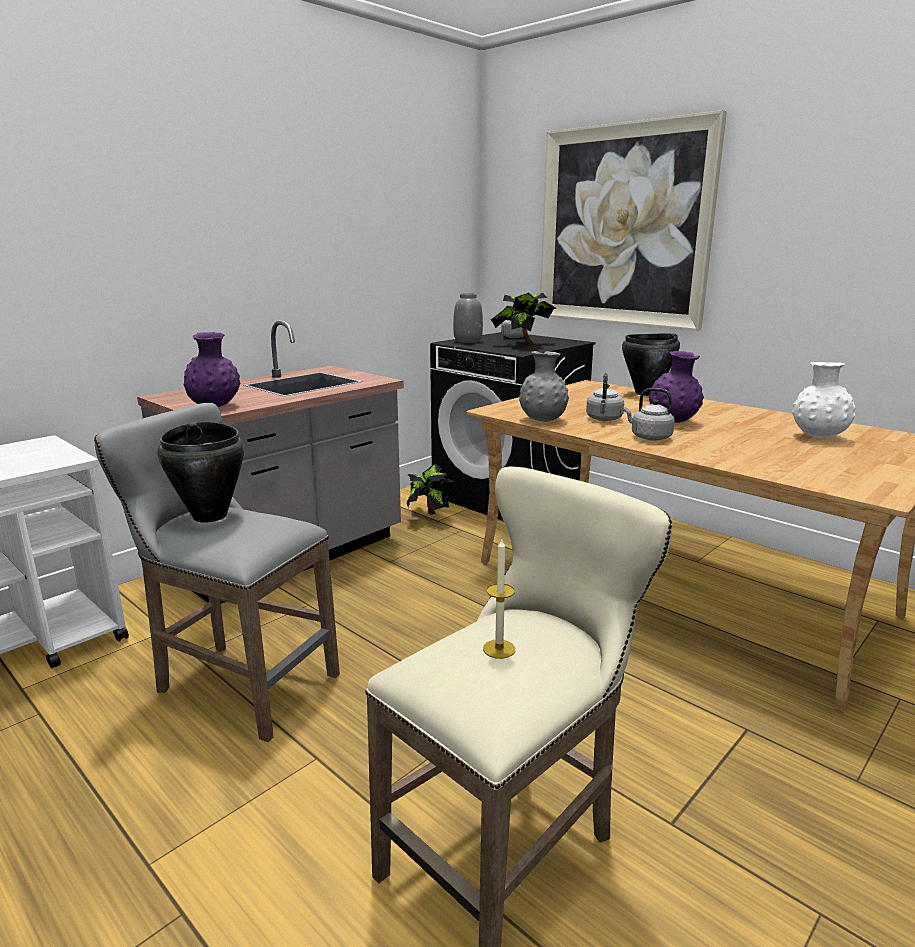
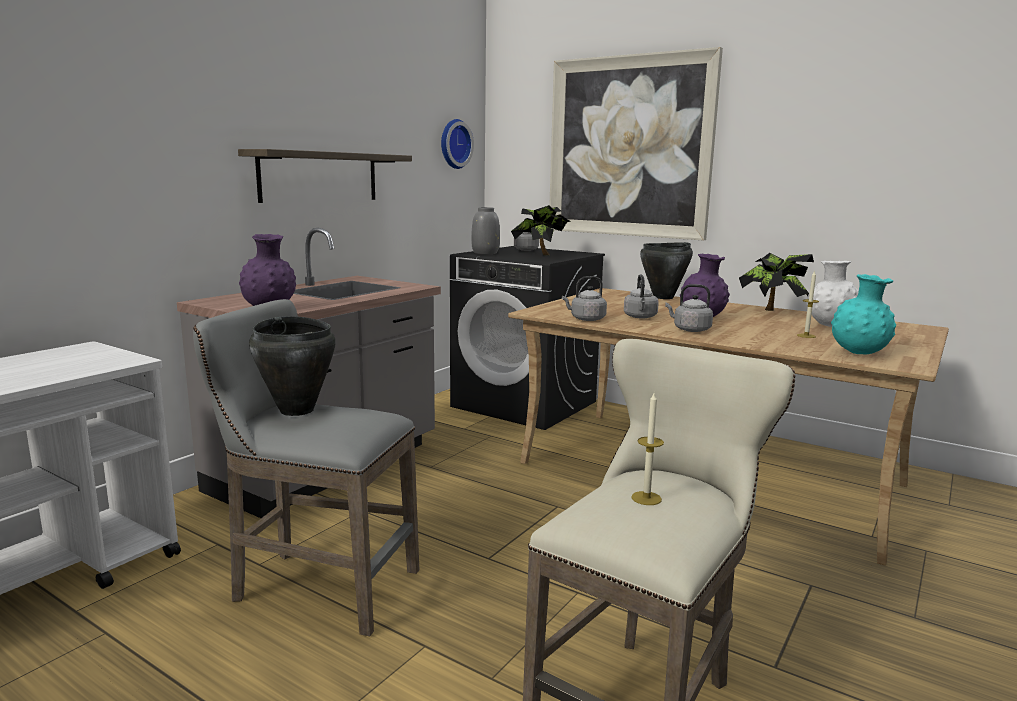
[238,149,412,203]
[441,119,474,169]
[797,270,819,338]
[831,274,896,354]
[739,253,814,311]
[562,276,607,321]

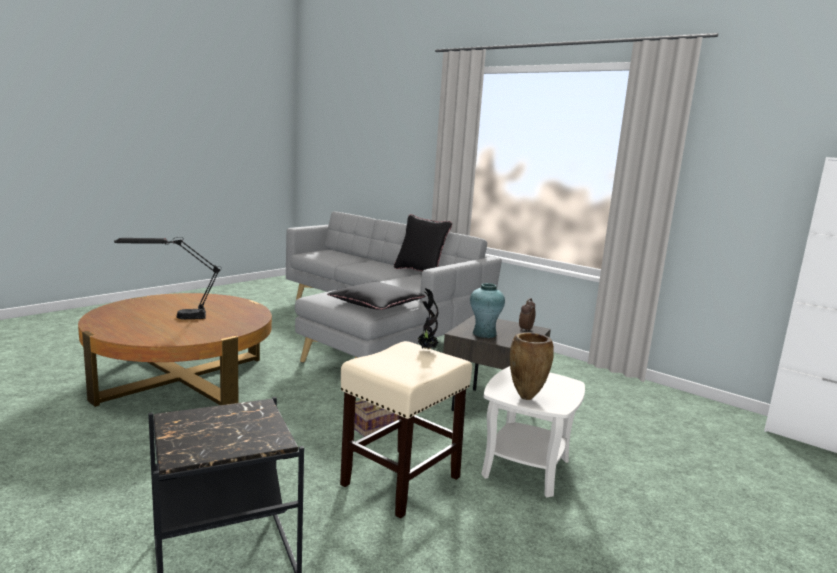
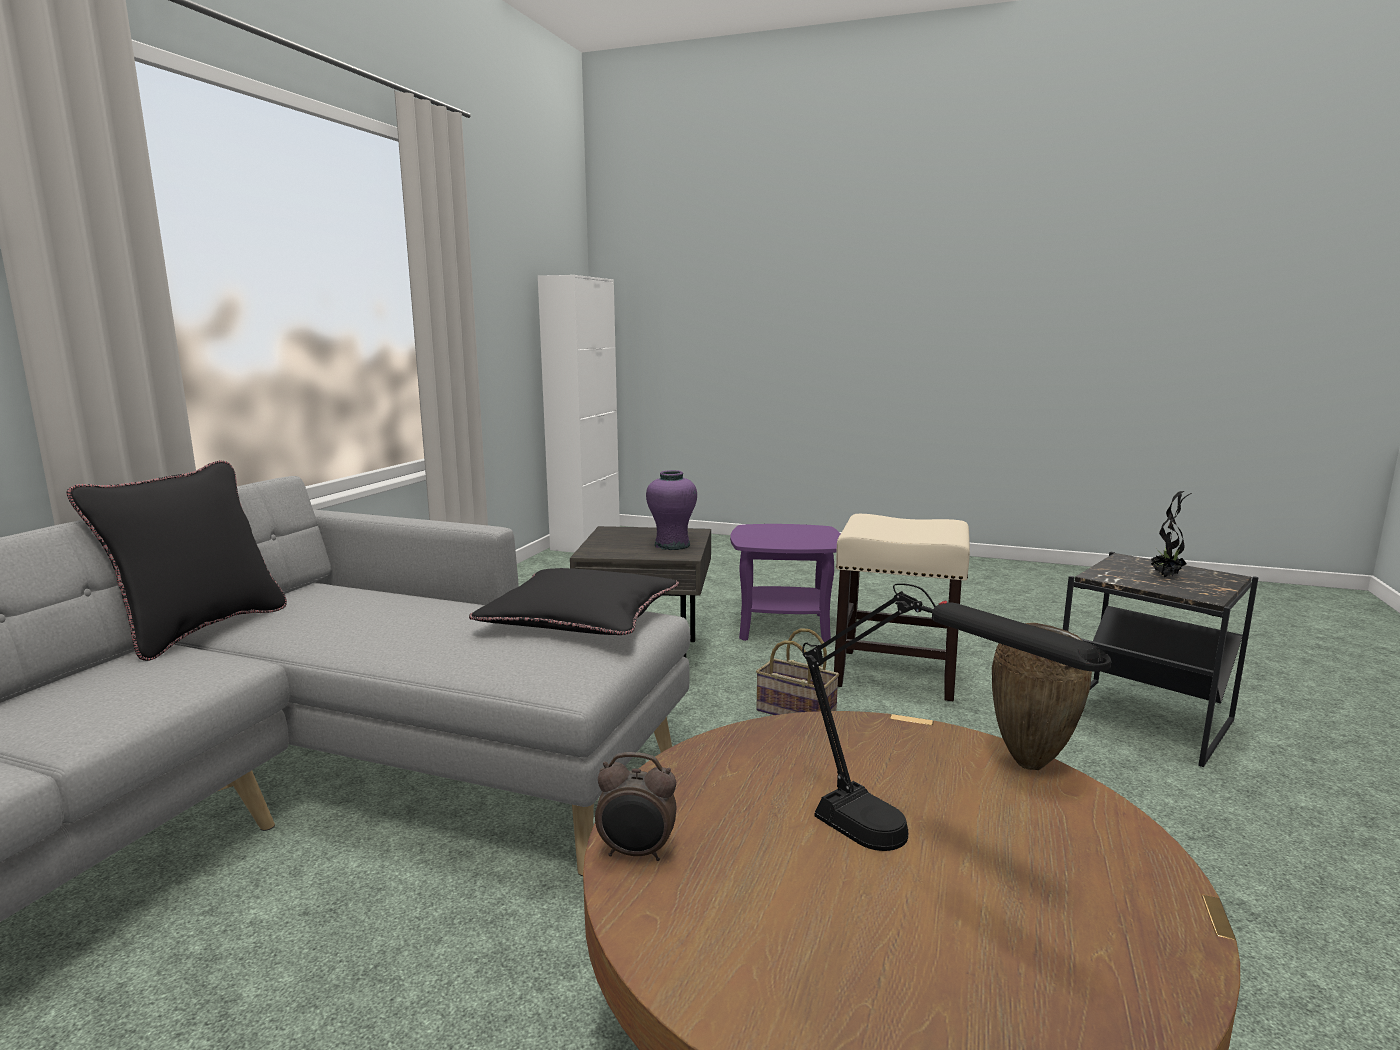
[1151,491,1192,578]
[992,623,1092,770]
[595,752,676,861]
[646,470,697,550]
[730,524,841,643]

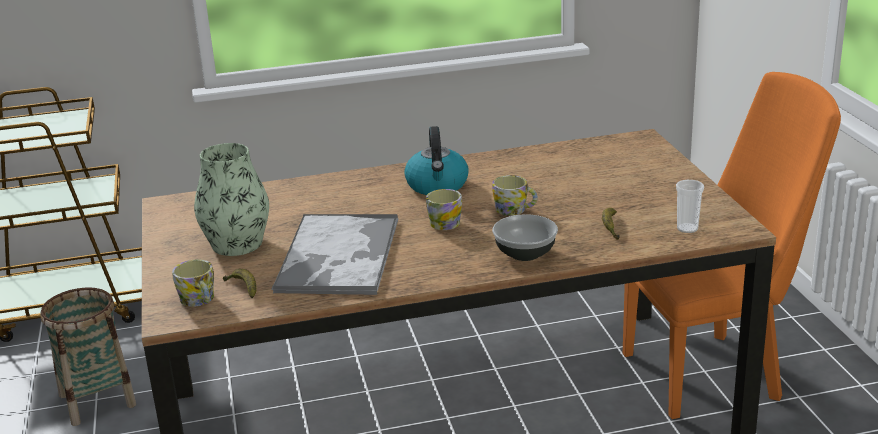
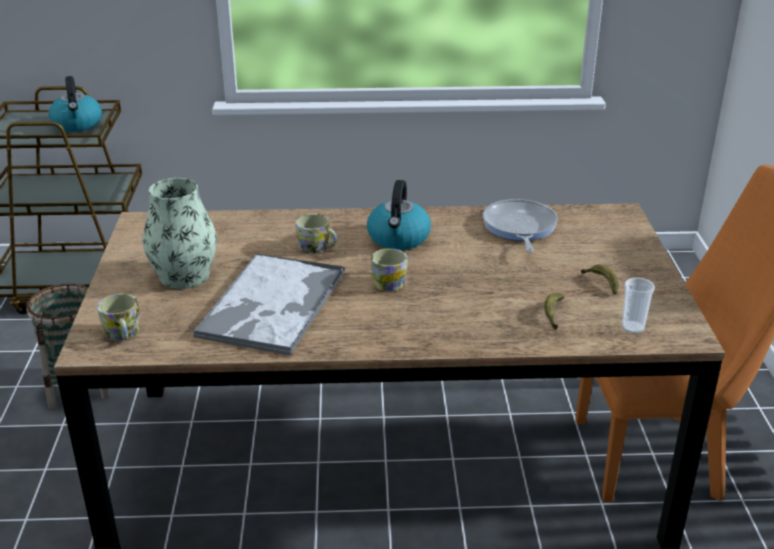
[492,214,558,261] (first image)
[48,76,102,132]
[483,199,558,252]
[581,265,619,295]
[296,214,337,253]

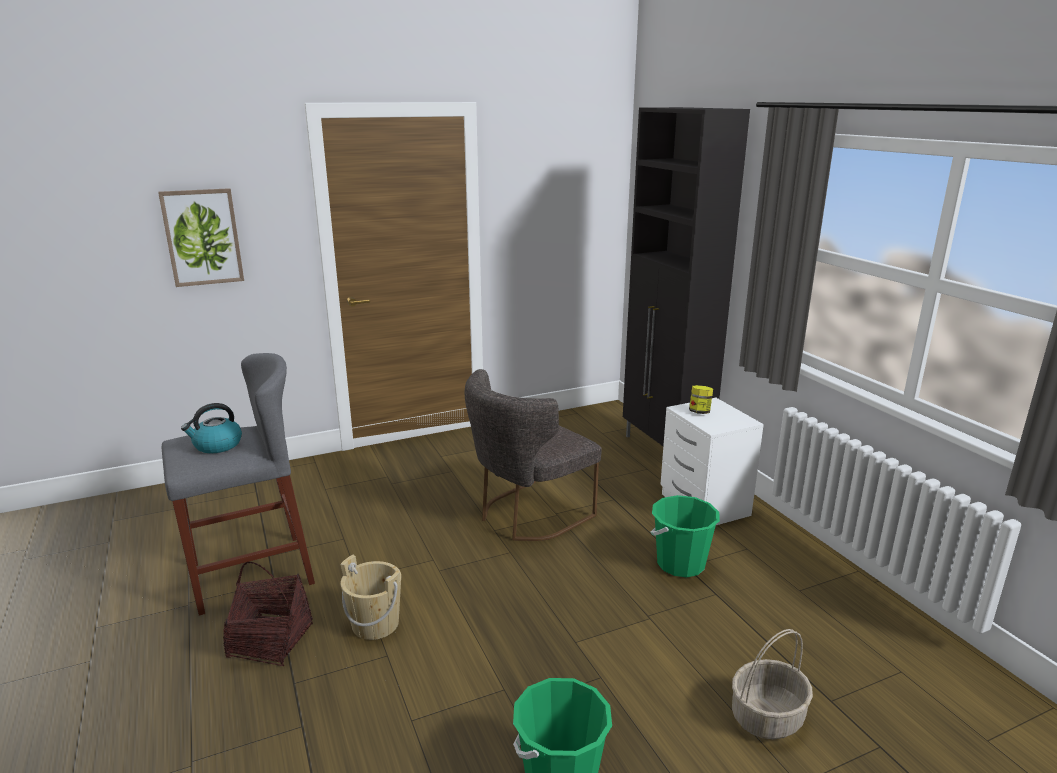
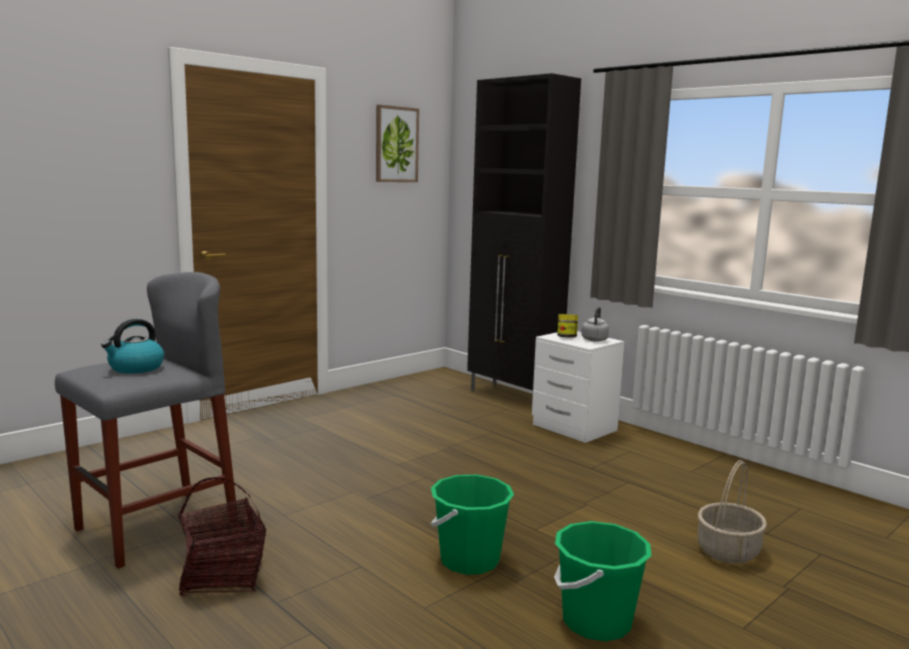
[340,555,401,640] (first image)
[465,369,602,541] (first image)
[581,307,609,342]
[376,105,419,182]
[431,475,514,575]

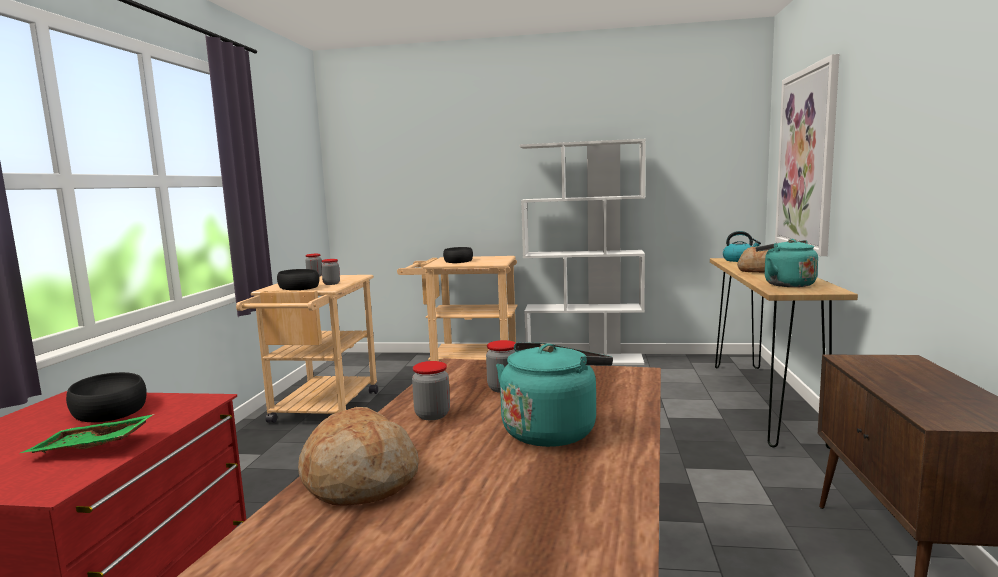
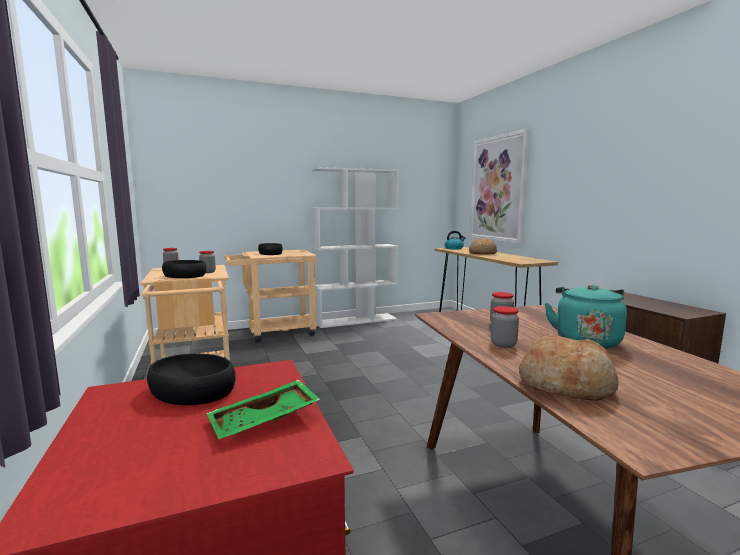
[756,239,818,287] (first image)

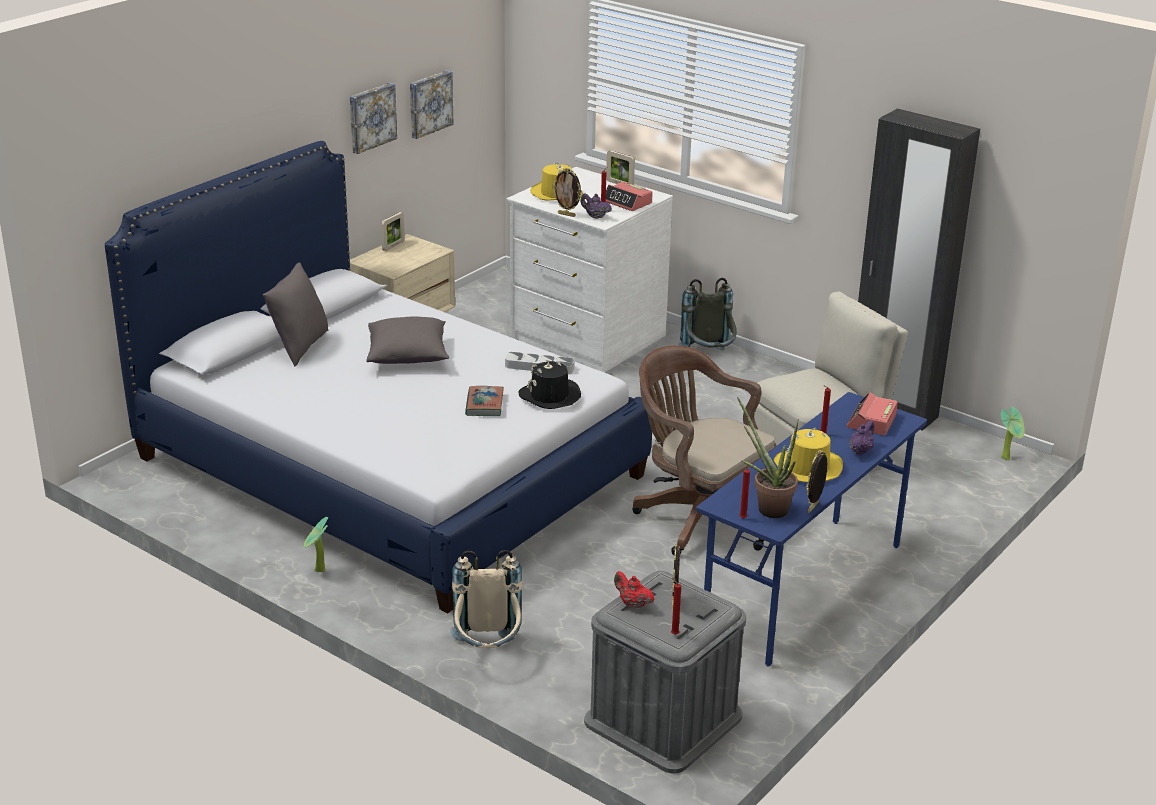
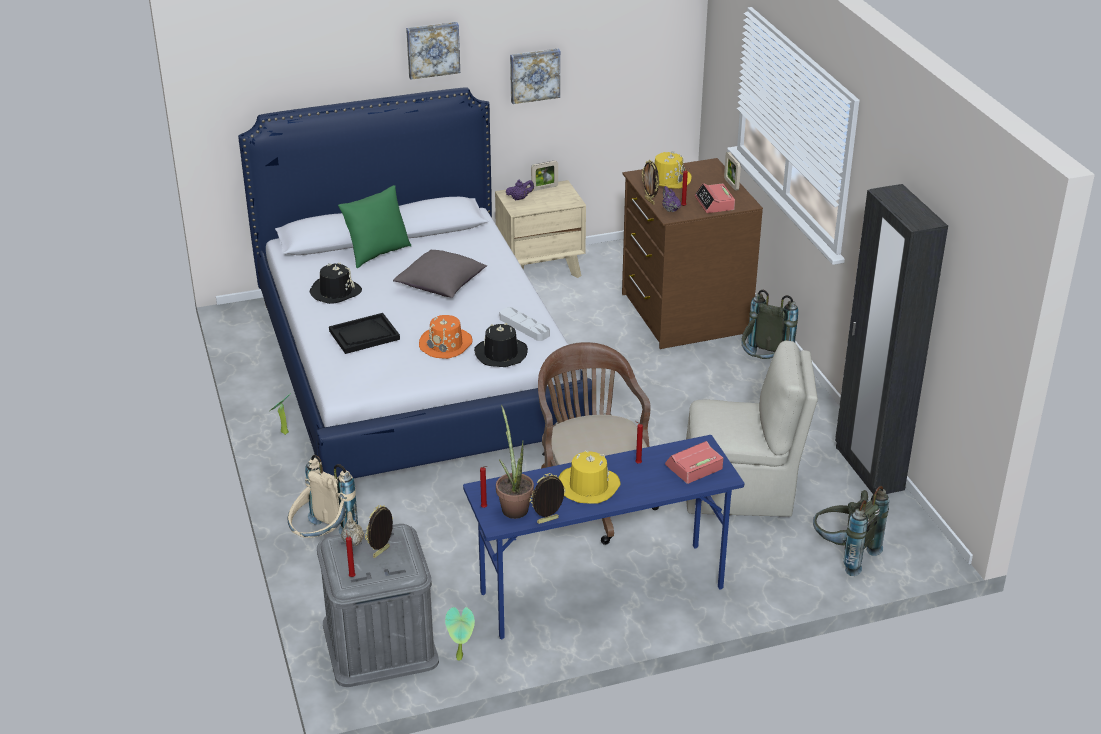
[310,262,362,304]
[329,313,400,354]
[813,486,889,576]
[406,22,460,80]
[506,180,534,200]
[445,607,475,660]
[419,315,472,359]
[338,185,411,268]
[622,158,763,349]
[341,511,364,547]

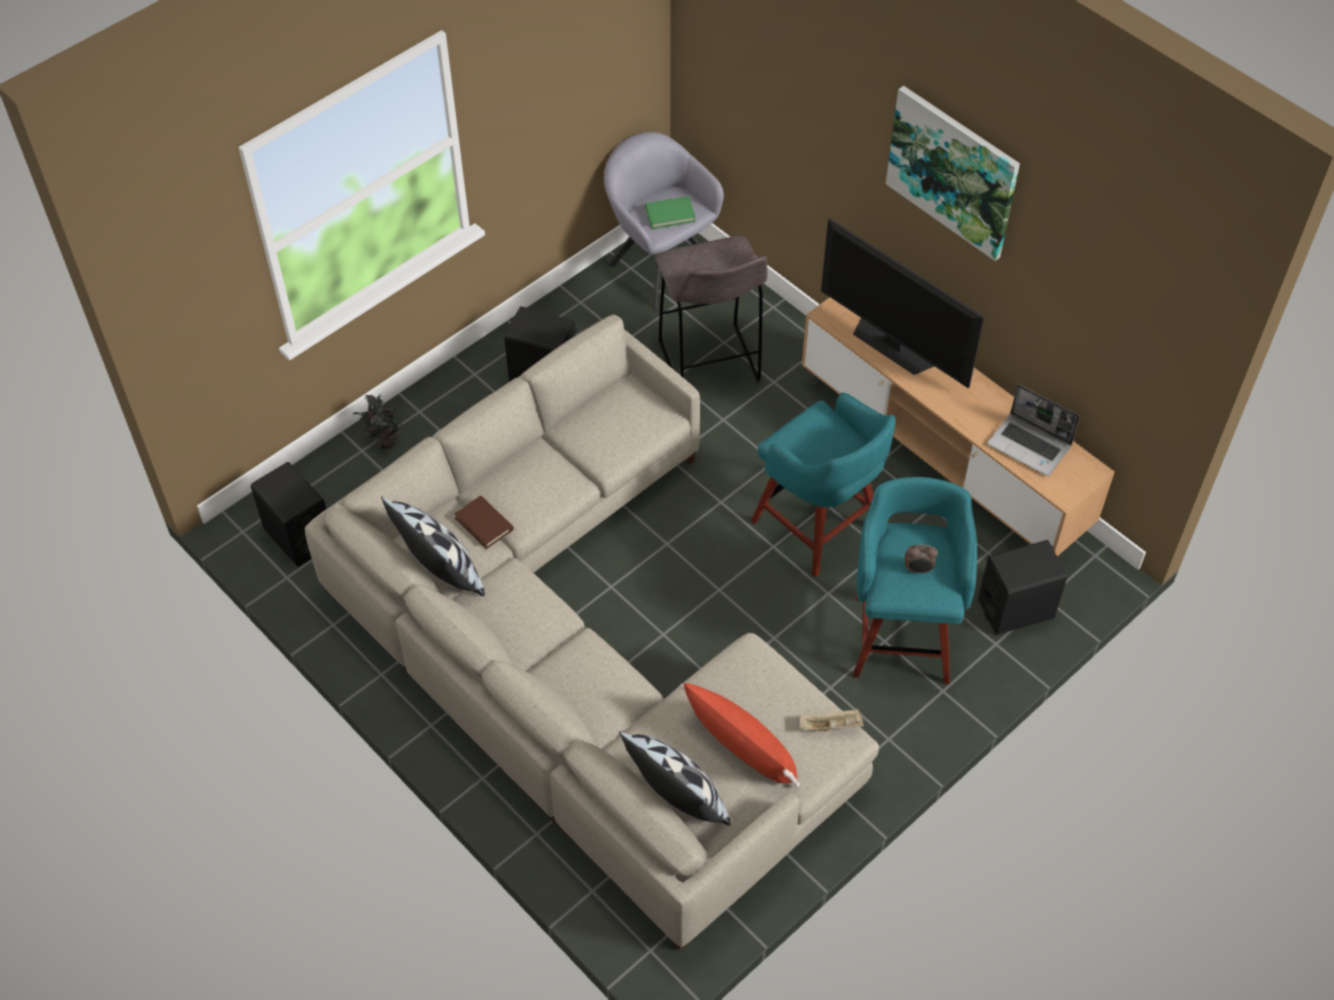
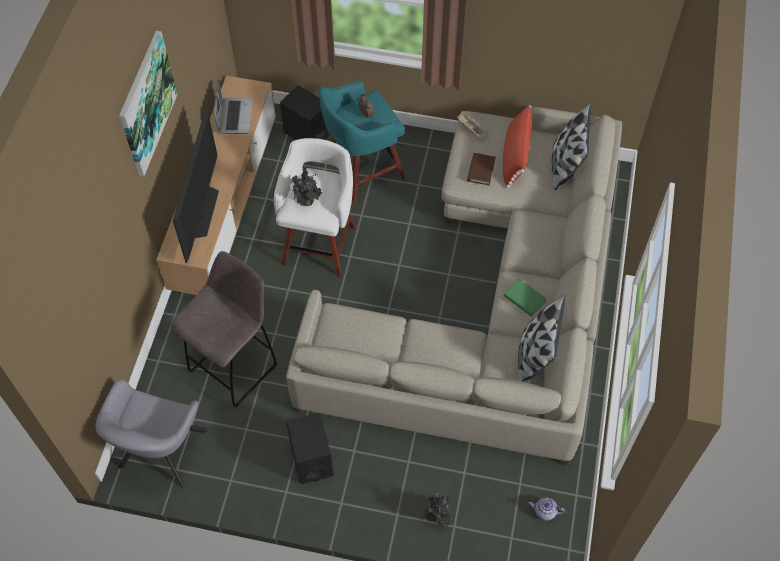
[292,165,322,206]
[467,153,496,185]
[504,279,547,317]
[529,497,565,521]
[274,138,356,277]

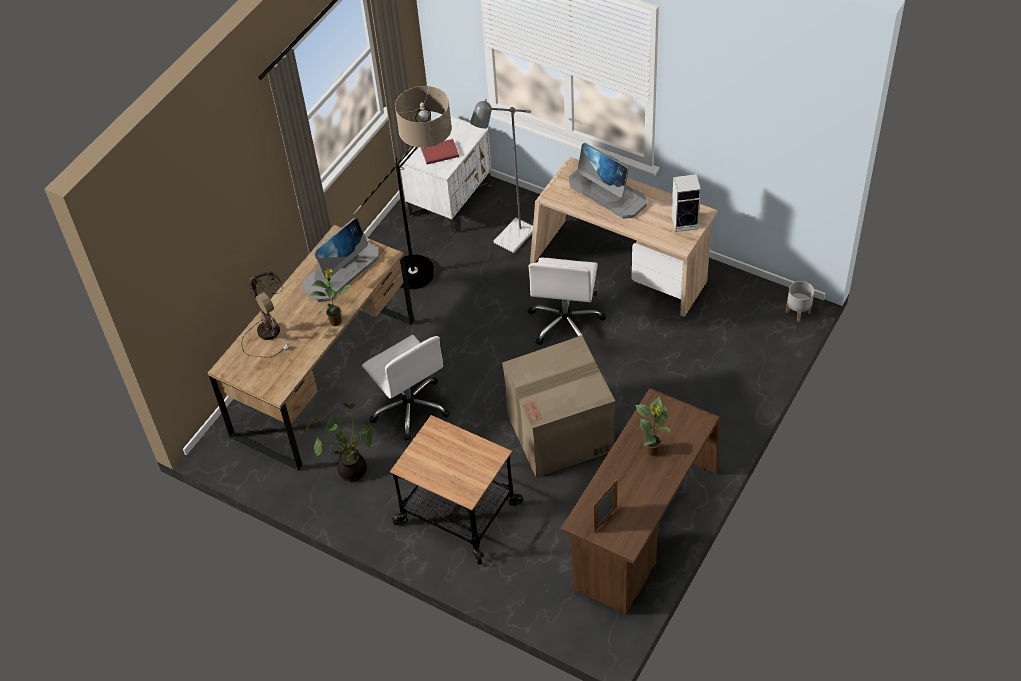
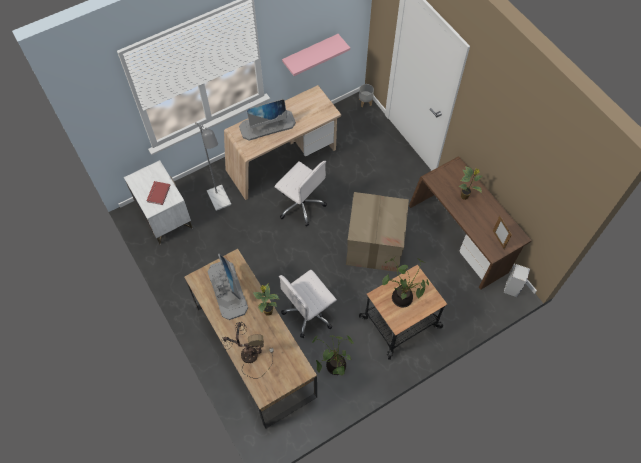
[353,86,452,289] (first image)
[282,34,350,76]
[382,256,429,308]
[503,264,530,297]
[279,270,337,338]

